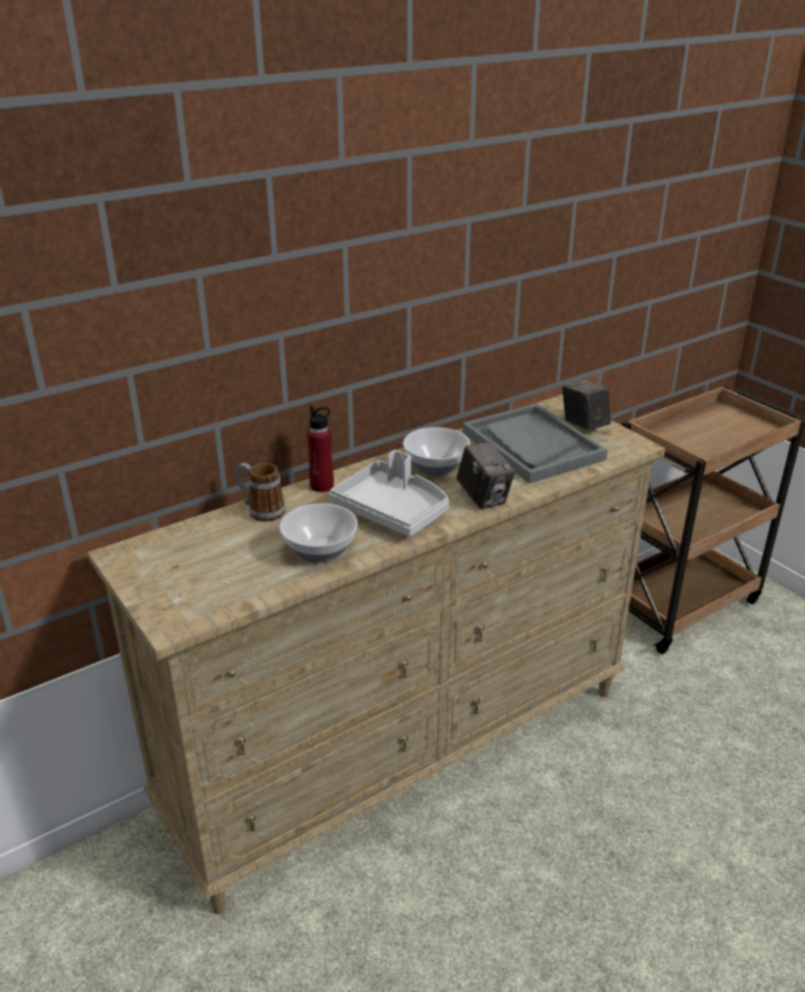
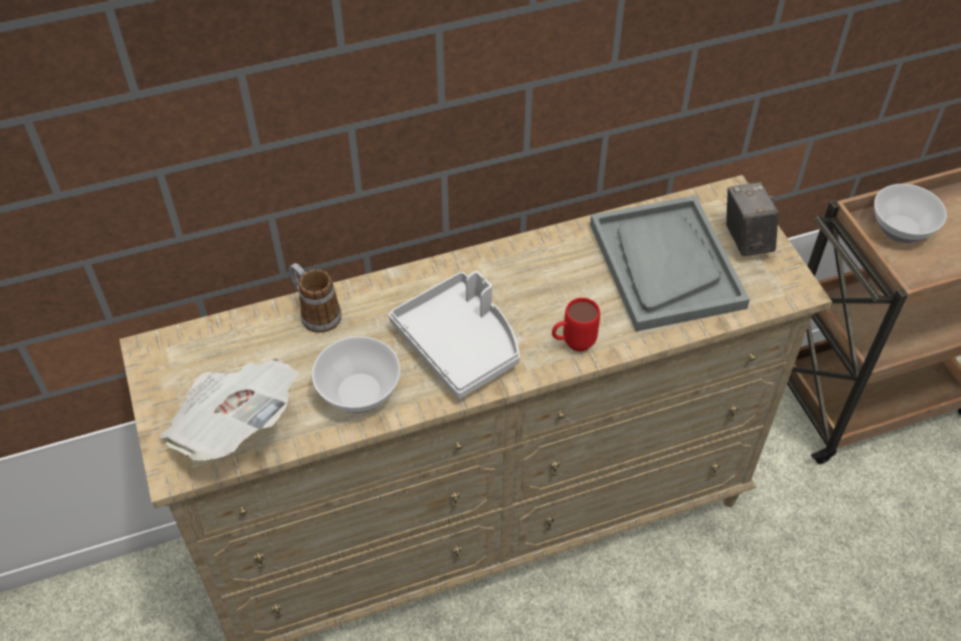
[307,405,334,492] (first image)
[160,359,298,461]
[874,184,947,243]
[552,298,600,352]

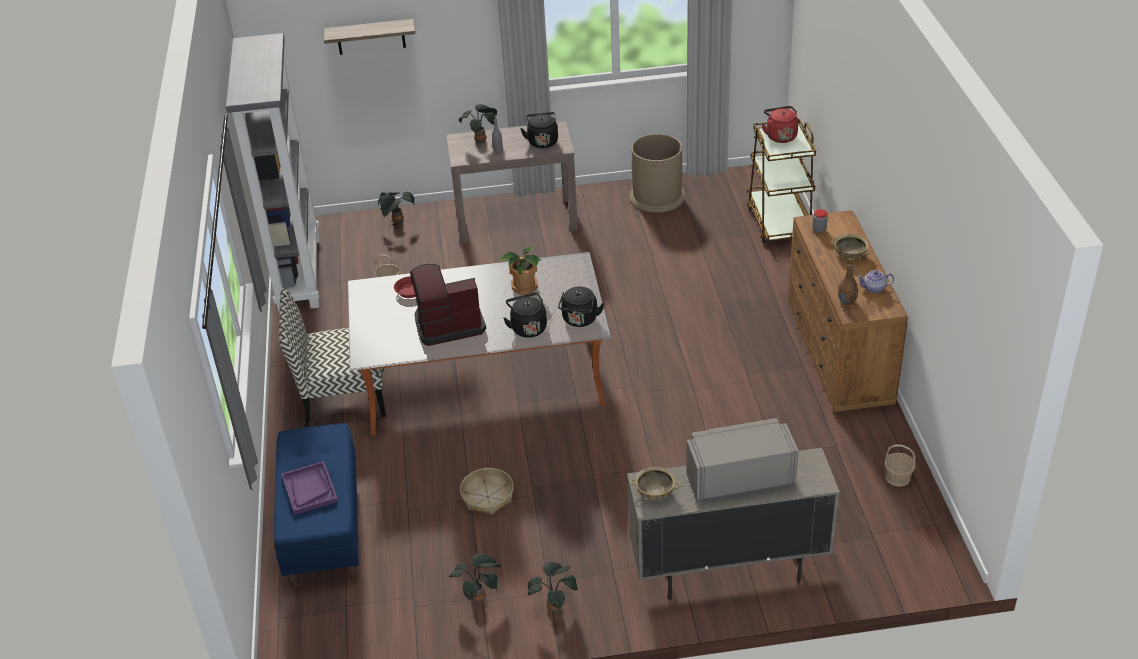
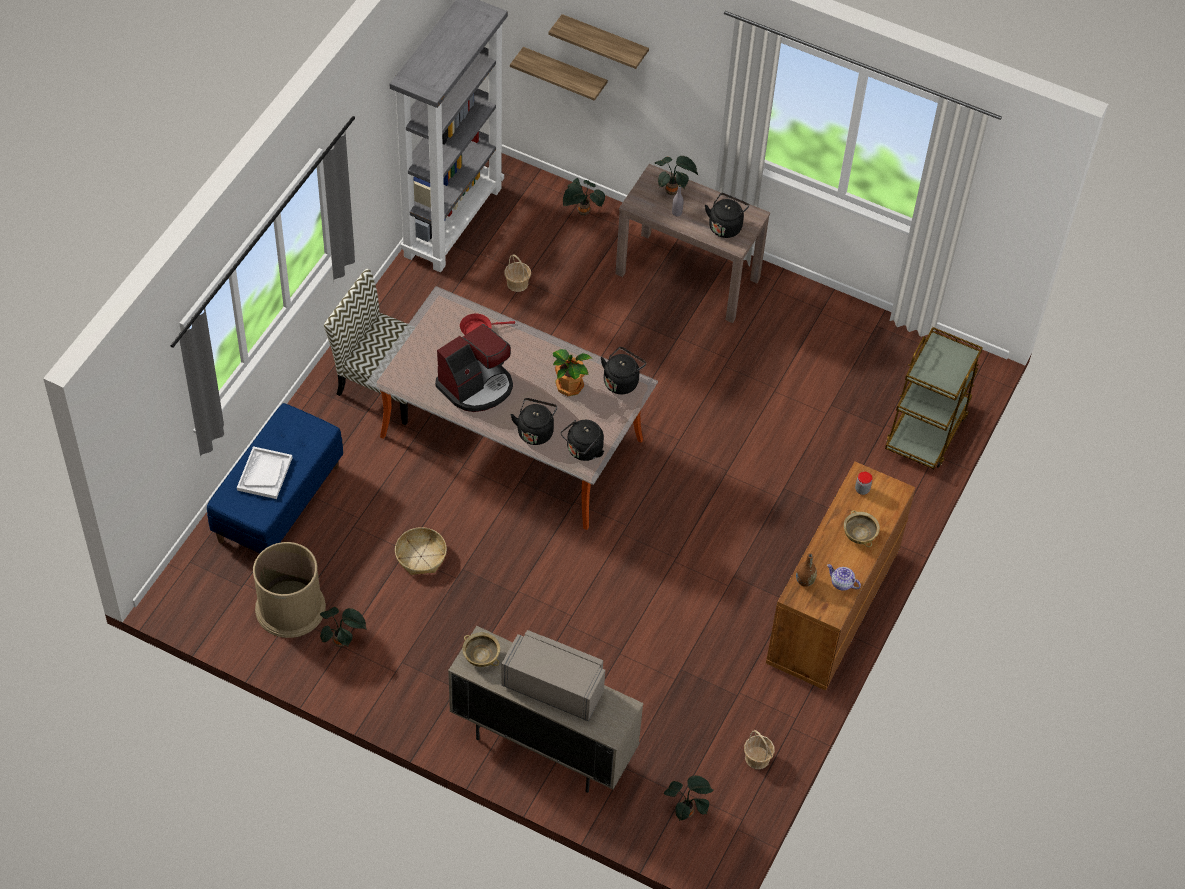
[762,106,798,143] (first image)
[510,47,608,101]
[601,347,646,394]
[664,776,713,821]
[253,542,326,638]
[237,446,293,499]
[435,324,513,412]

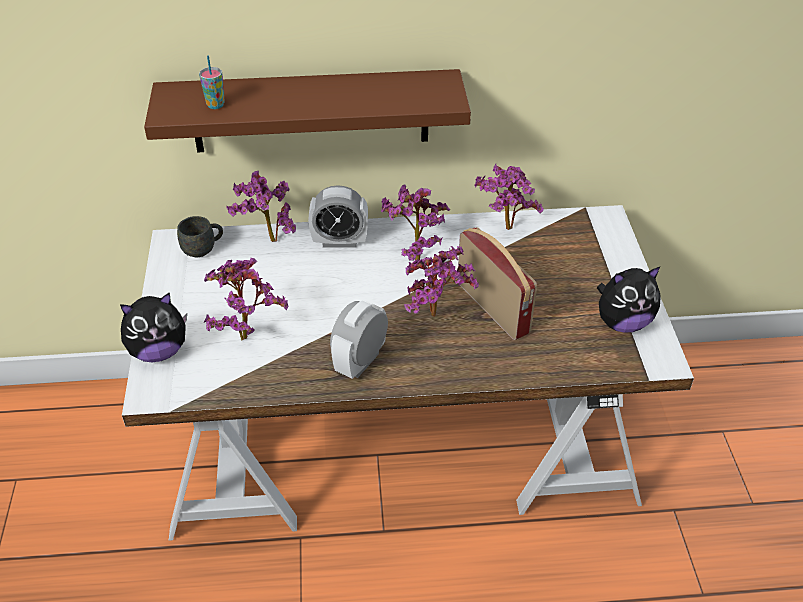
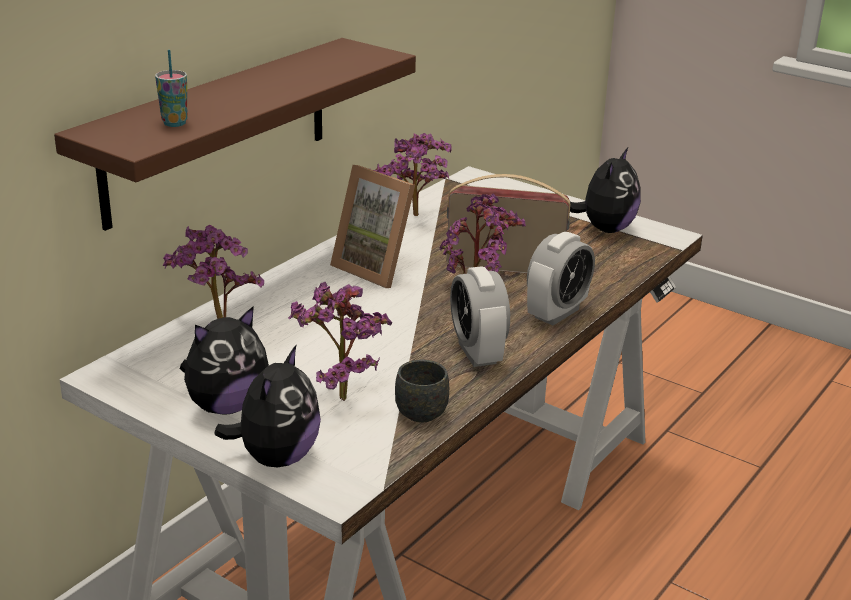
[180,306,269,415]
[395,360,449,423]
[527,232,595,325]
[330,165,415,288]

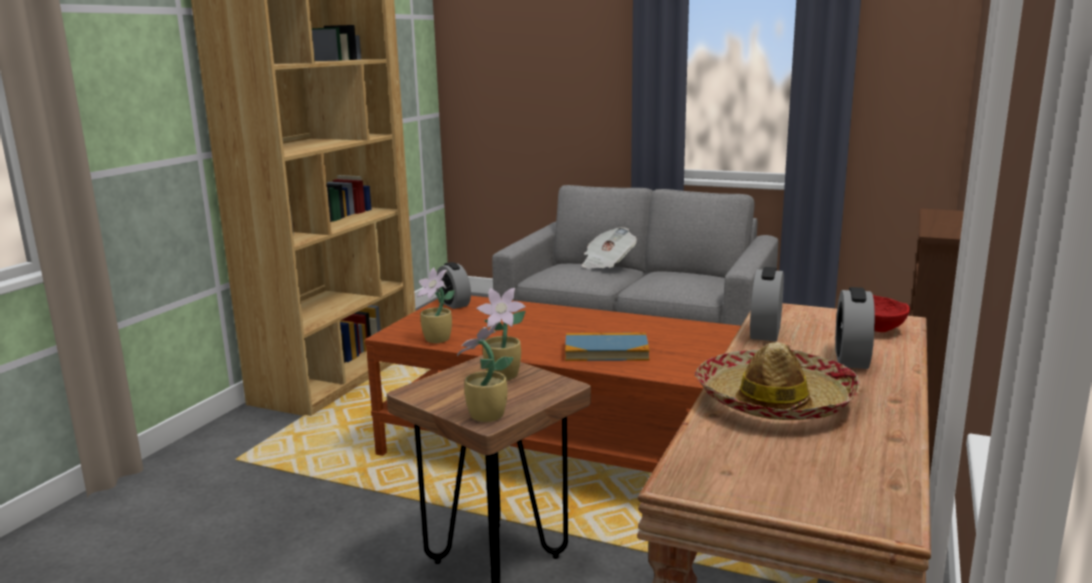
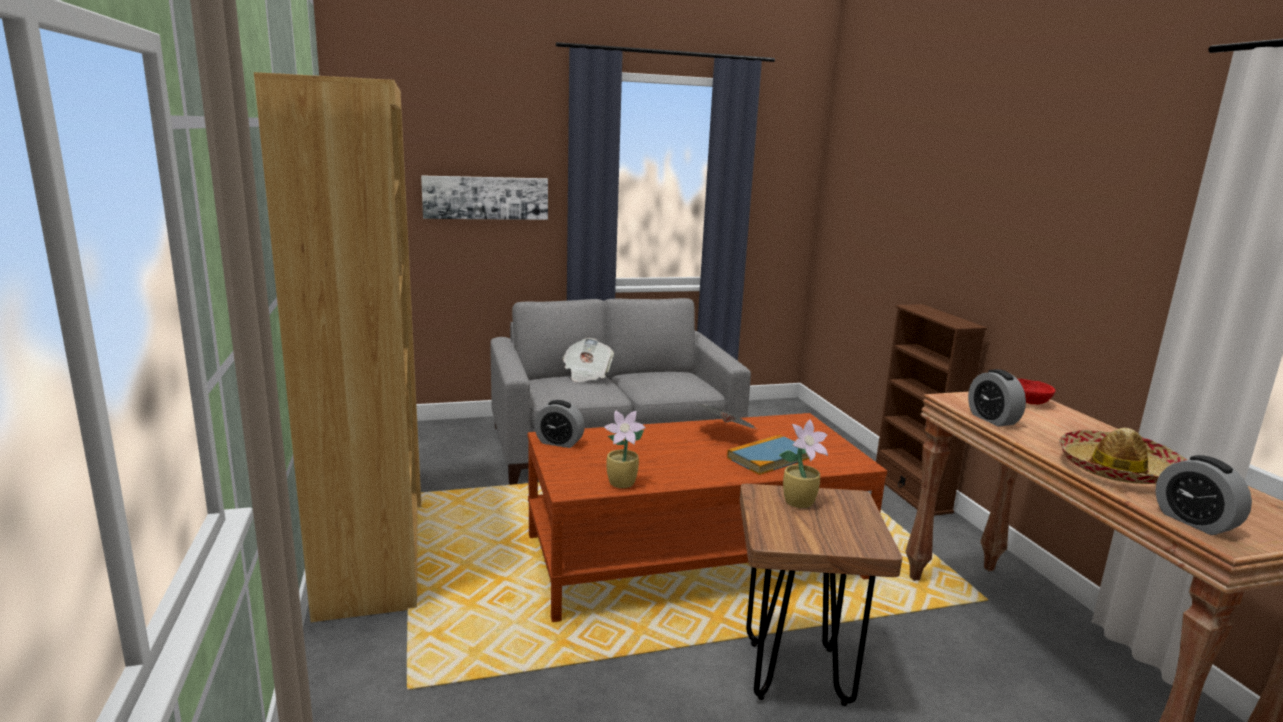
[457,321,514,422] (first image)
[421,175,548,220]
[698,404,755,428]
[1155,455,1252,535]

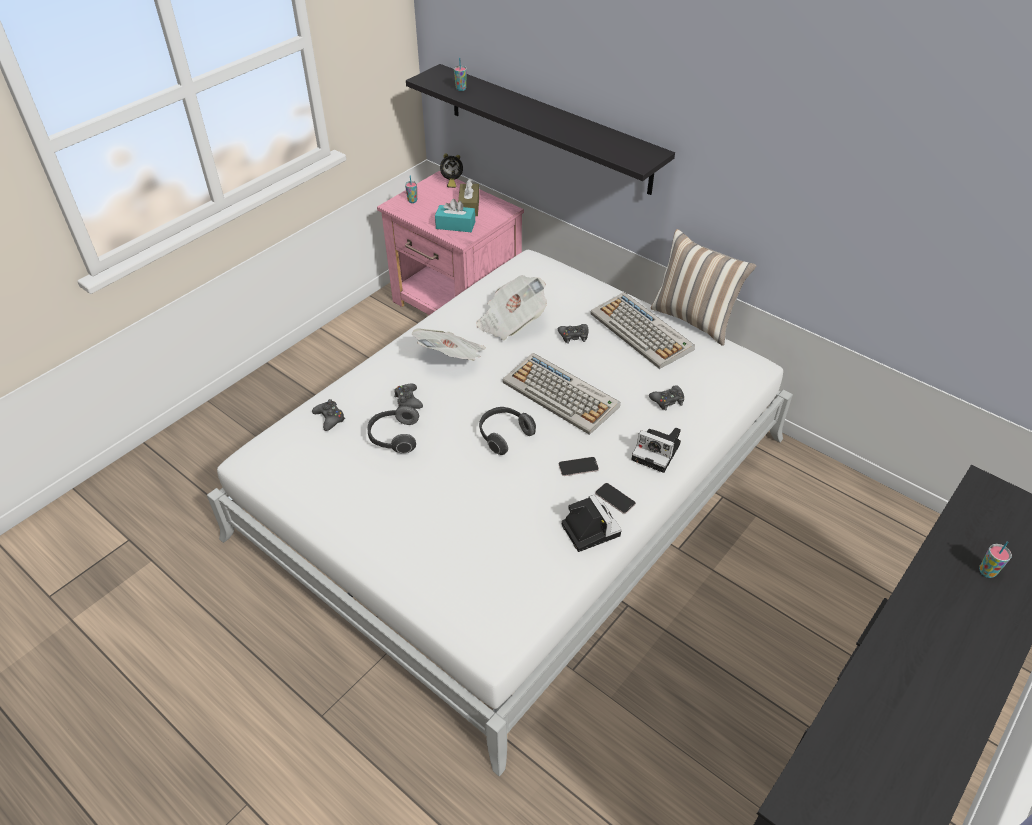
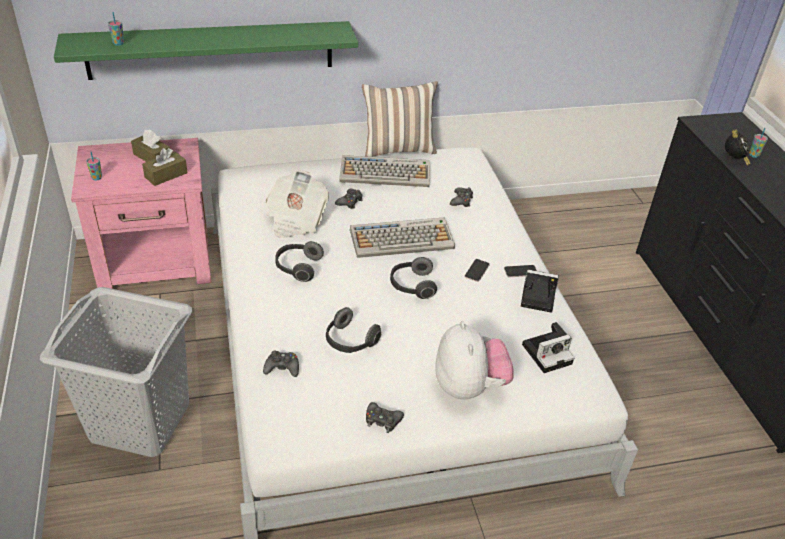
[40,287,192,457]
[435,321,514,399]
[366,402,404,433]
[725,129,751,166]
[522,322,574,373]
[275,241,324,282]
[54,21,358,80]
[142,148,188,186]

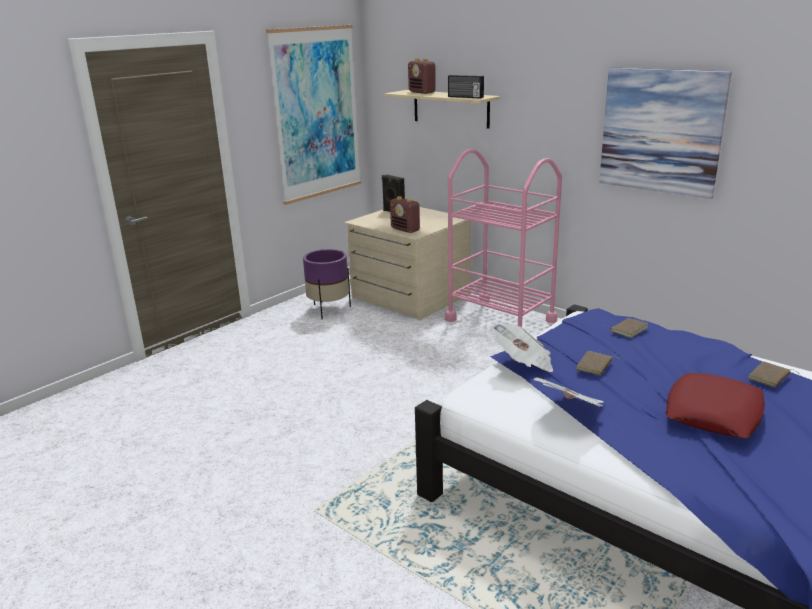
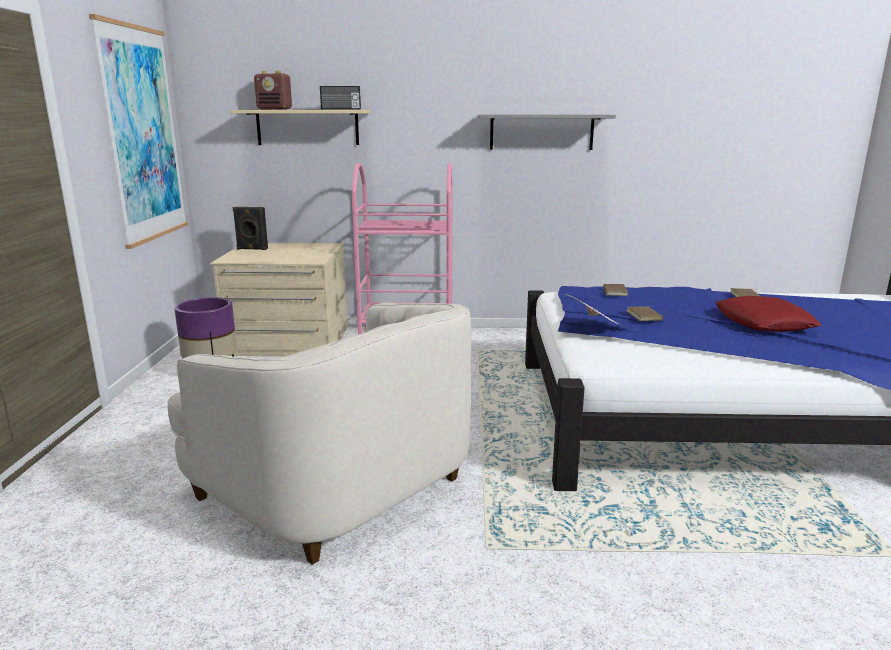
[390,196,420,233] (first image)
[534,377,604,407] (first image)
[167,303,471,565]
[478,115,616,150]

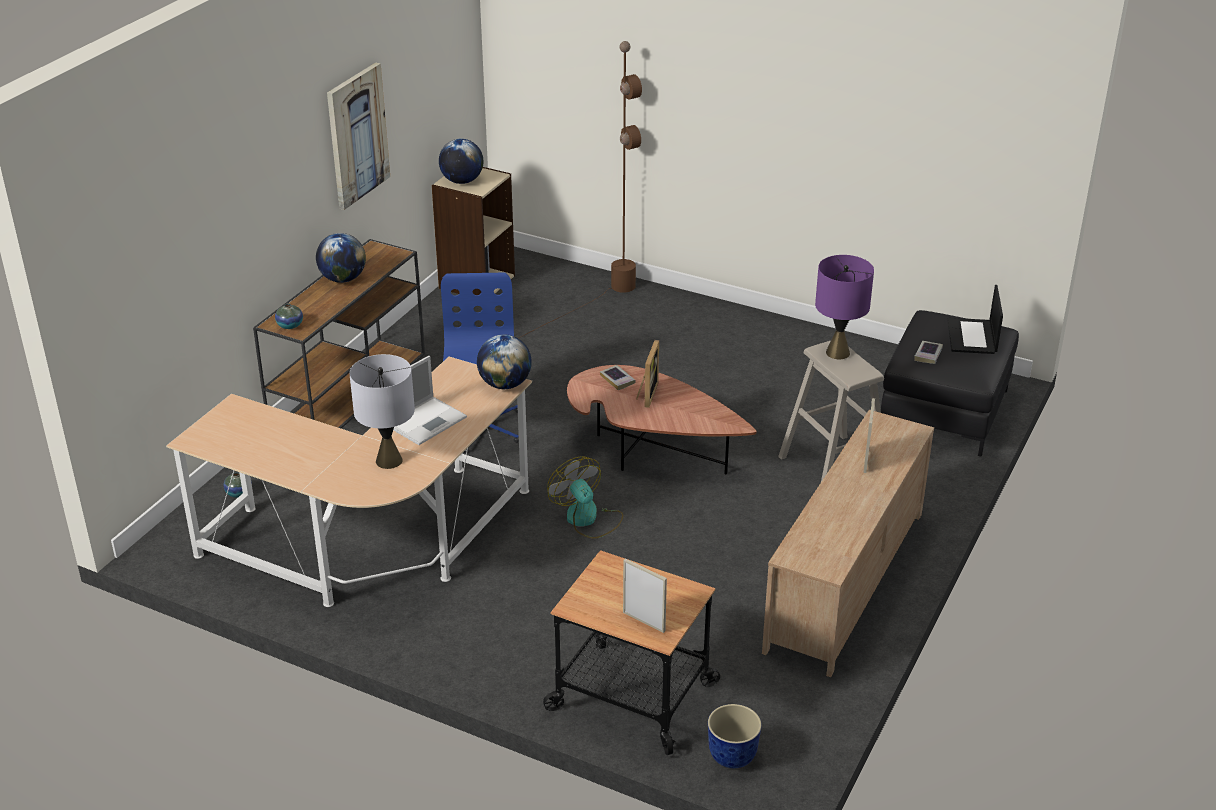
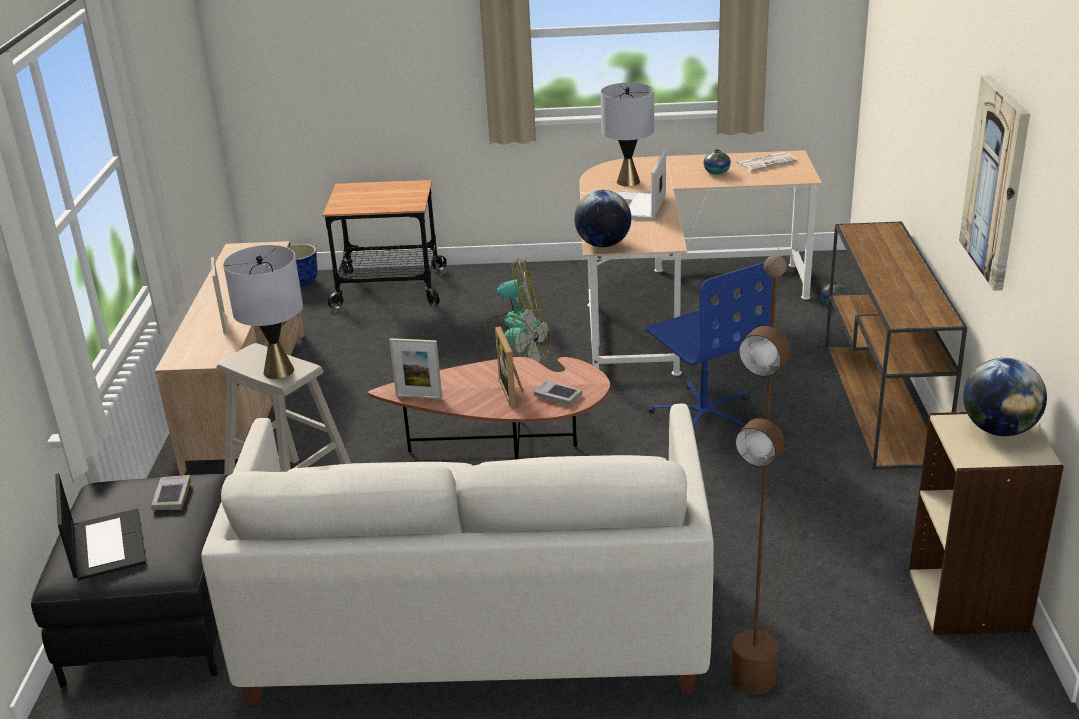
[316,233,366,283] (first image)
[201,403,714,706]
[484,258,541,338]
[736,152,797,171]
[704,149,731,175]
[389,338,442,399]
[223,245,303,379]

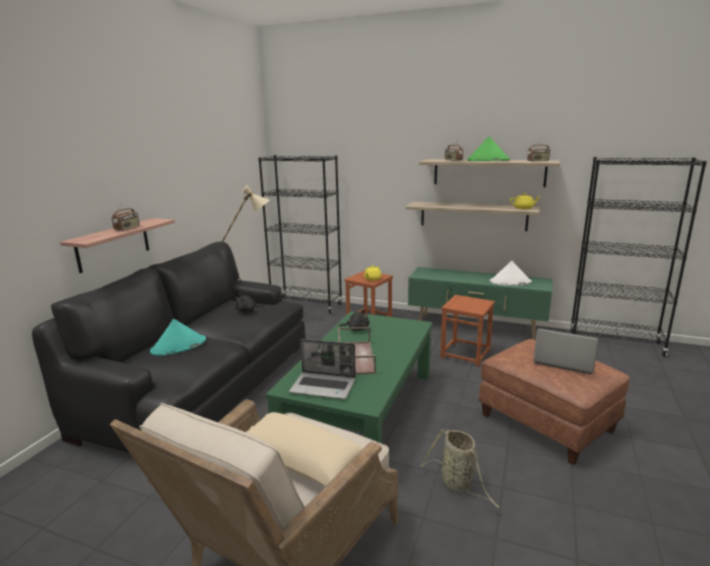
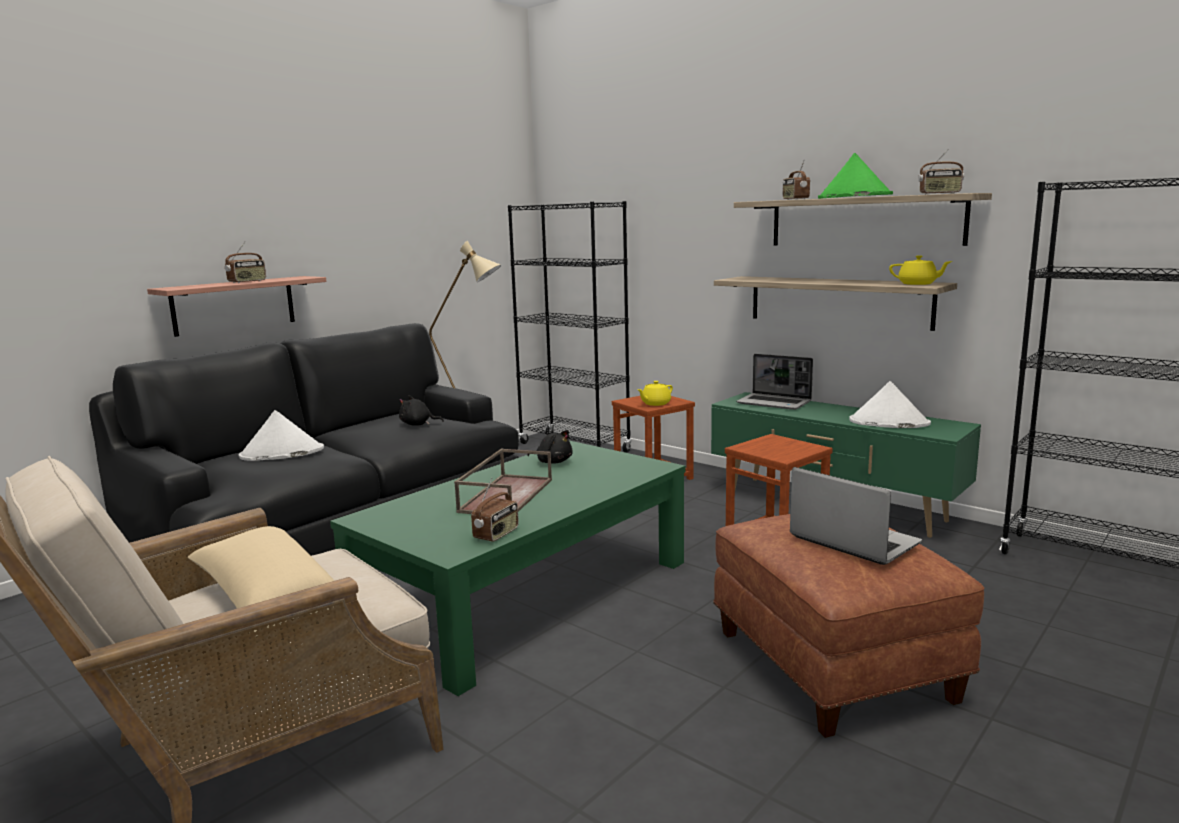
[421,429,500,508] (first image)
[471,478,519,542]
[736,354,813,410]
[239,410,324,461]

